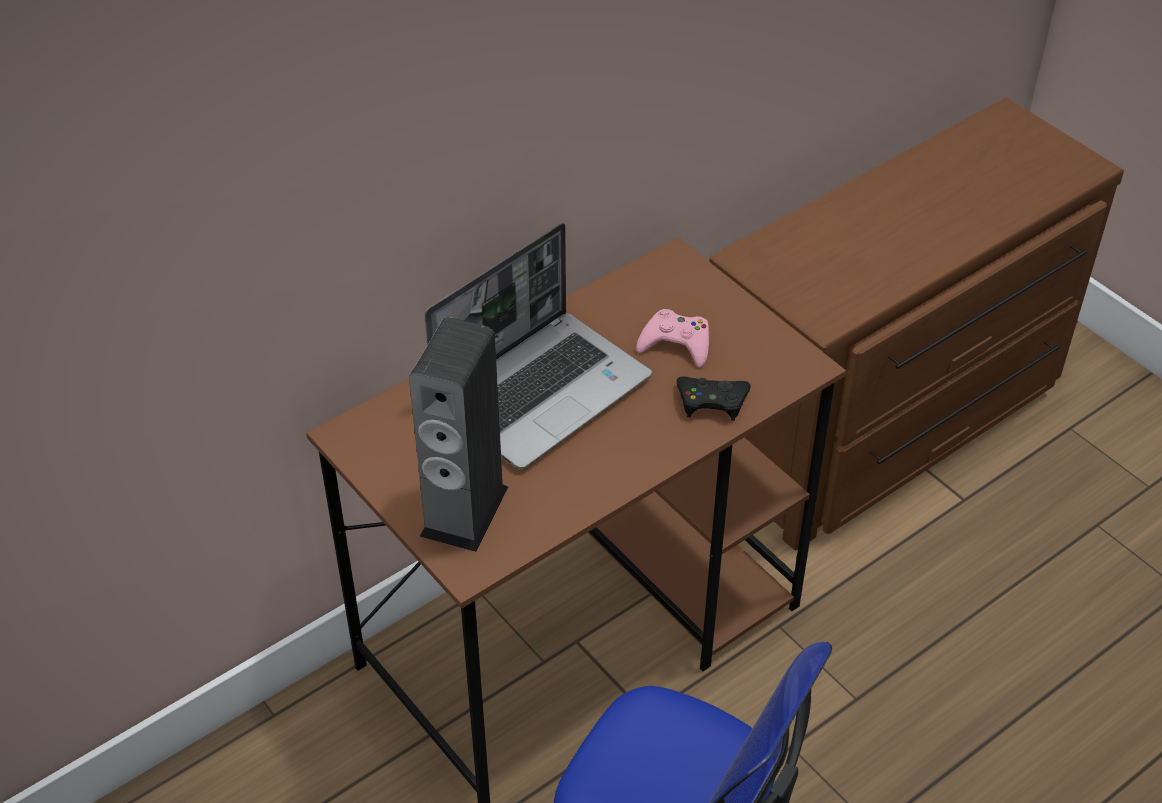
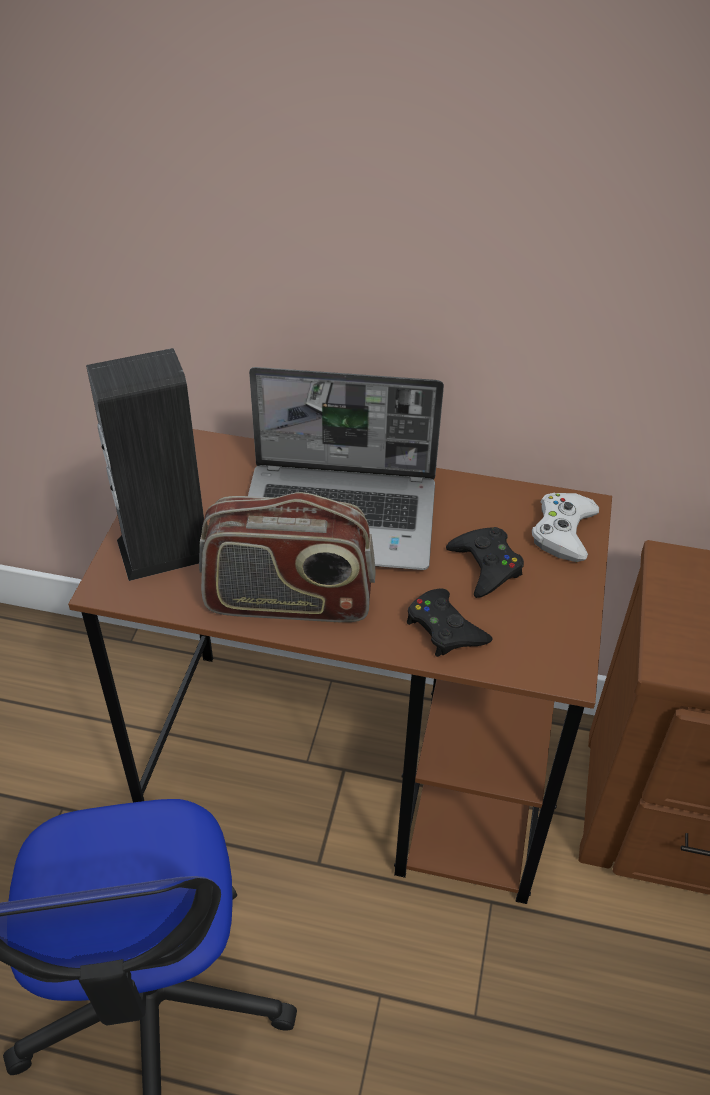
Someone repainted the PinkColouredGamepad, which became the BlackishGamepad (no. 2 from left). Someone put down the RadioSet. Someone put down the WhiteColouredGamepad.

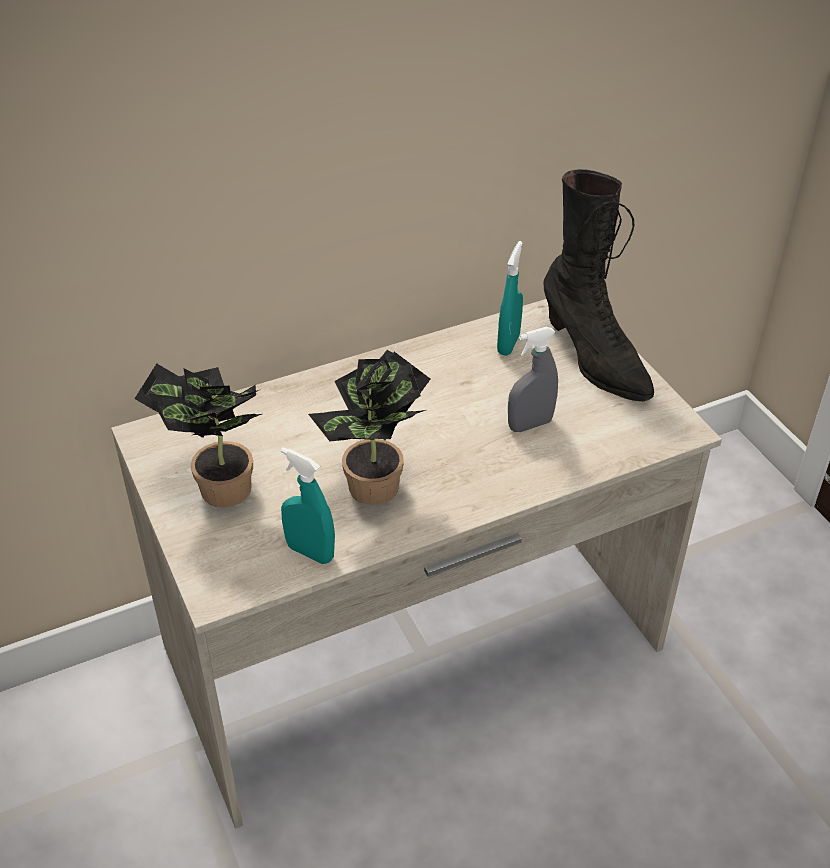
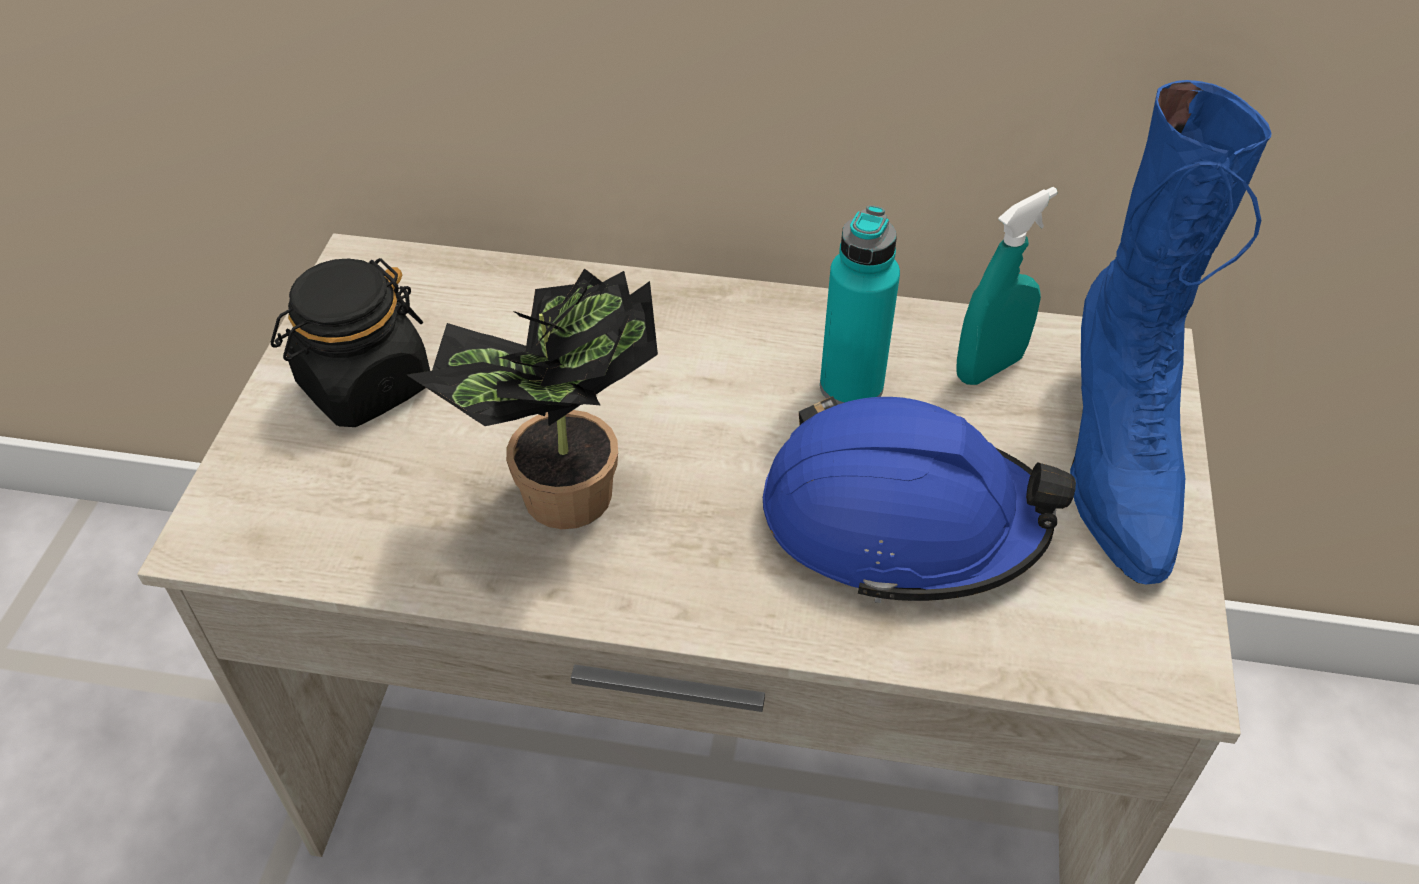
Someone swapped the PlantInAPot (no. 1 from left) for the BlackishPreserveJar. Someone took away the BlueGreenSprayBottle (no. 1 from left). Someone swapped the GreySprayBottle for the BlueWorkHelmet. Someone repainted the BlackishBoot, which became the BlueBoot. Someone put down the BlueGreenBottle.

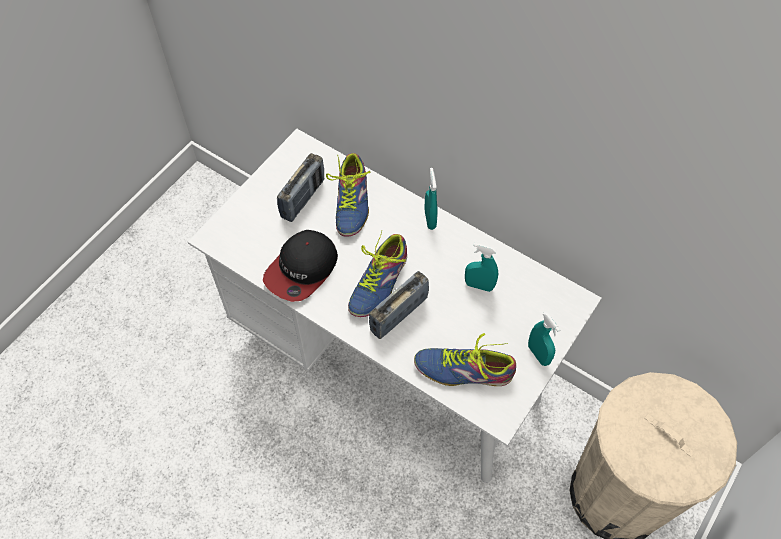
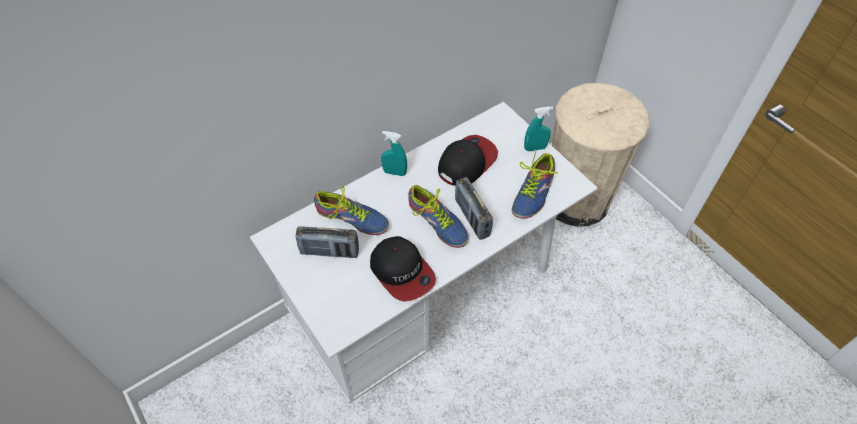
Someone rotated the RadioSet (no. 1 from left) by 135 degrees clockwise. Someone swapped the BlueGreenSprayBottle (no. 2 from left) for the PeakedCap (no. 2 from left).

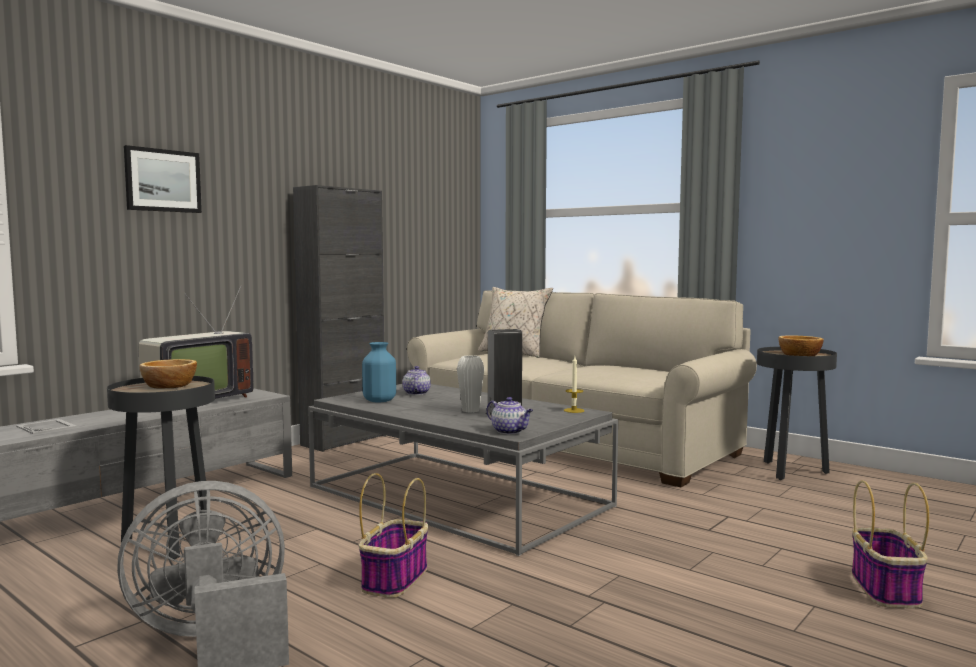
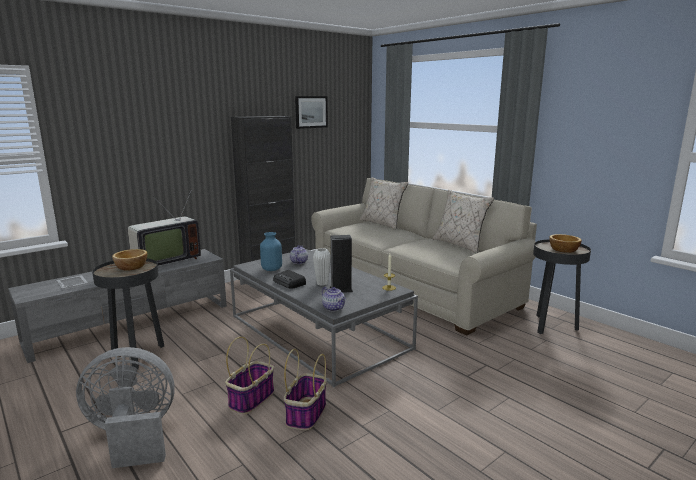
Someone carried the Picture. Someone carried the StorageBasket (no. 2 from left). Someone put down the RadioSet. Someone put down the BeigeColouredThrowPillow (no. 2 from left).

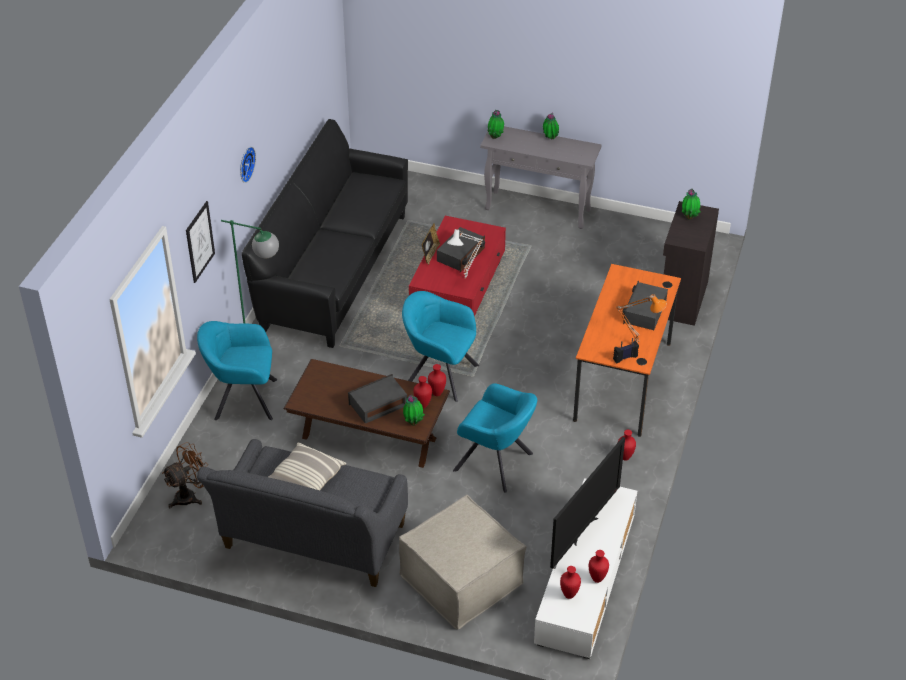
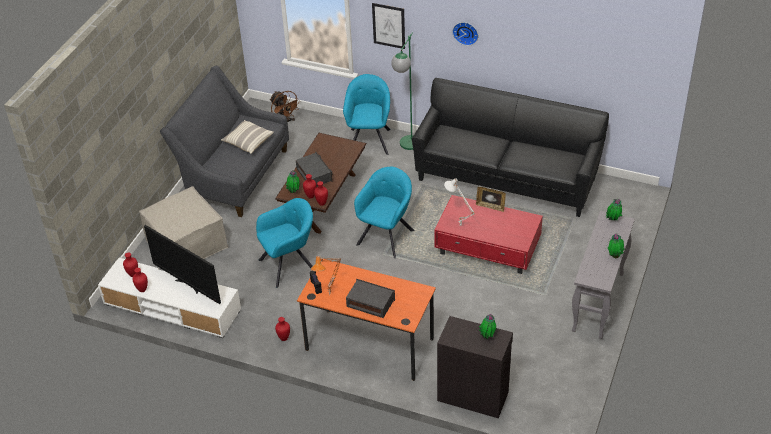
Someone took away the RadioSet (no. 2 from left). Someone rotated the BlueGreenArmchair (no. 3 from left in the first image) by 150 degrees counterclockwise.

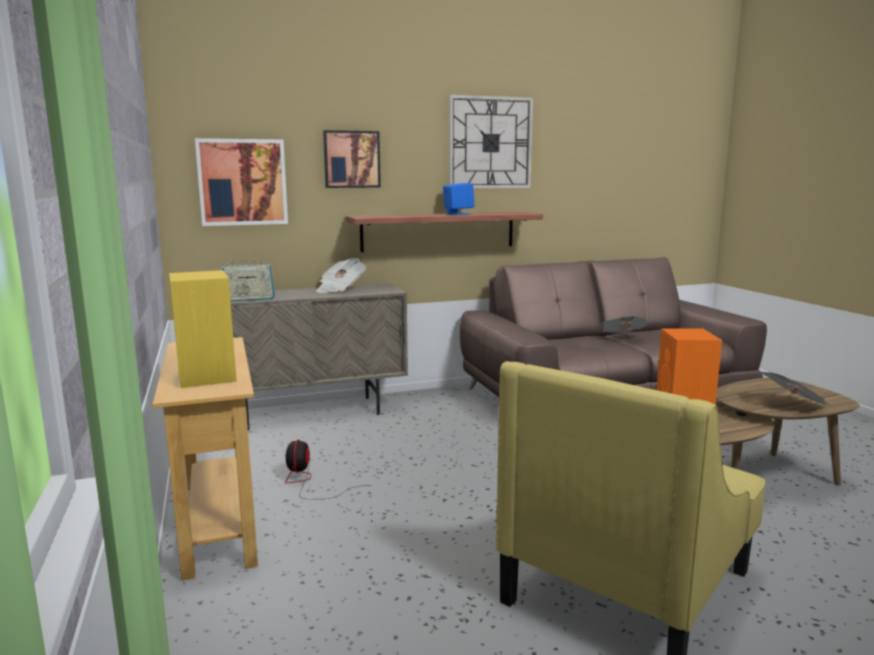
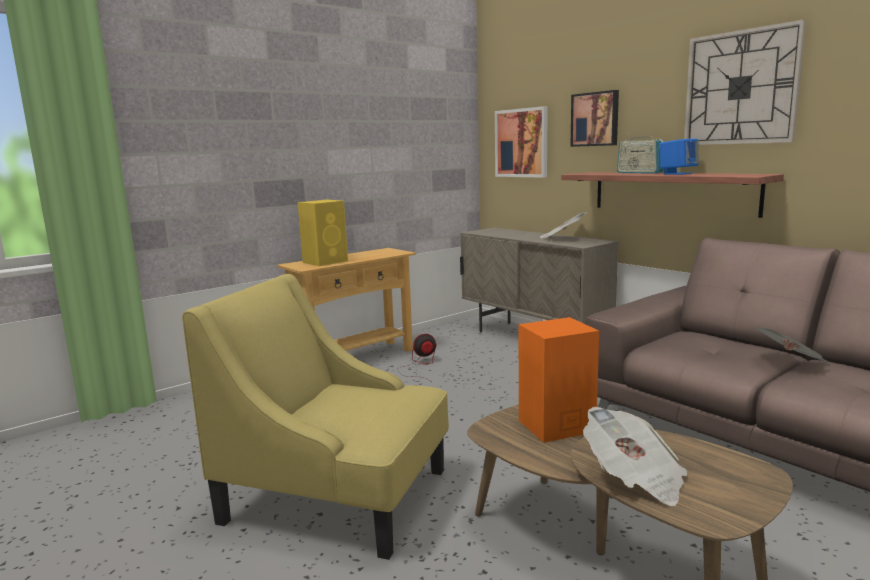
Someone carried the RadioSet.

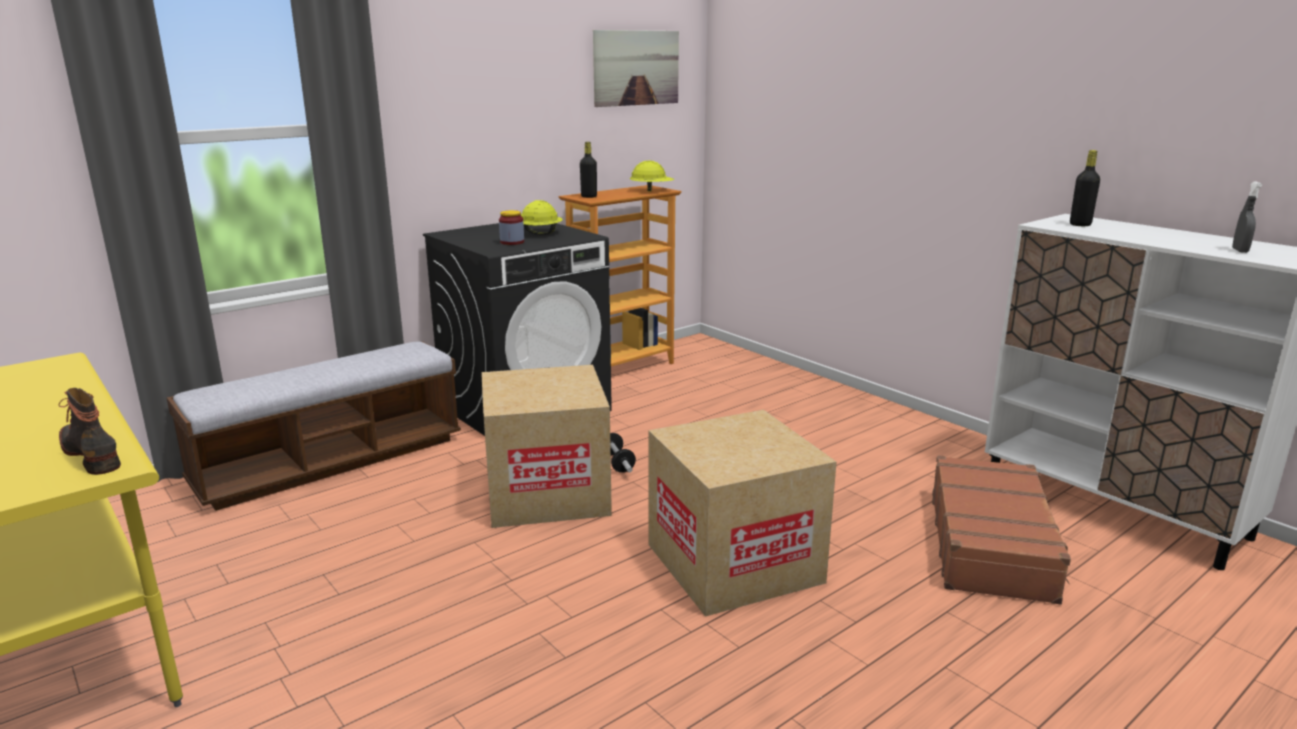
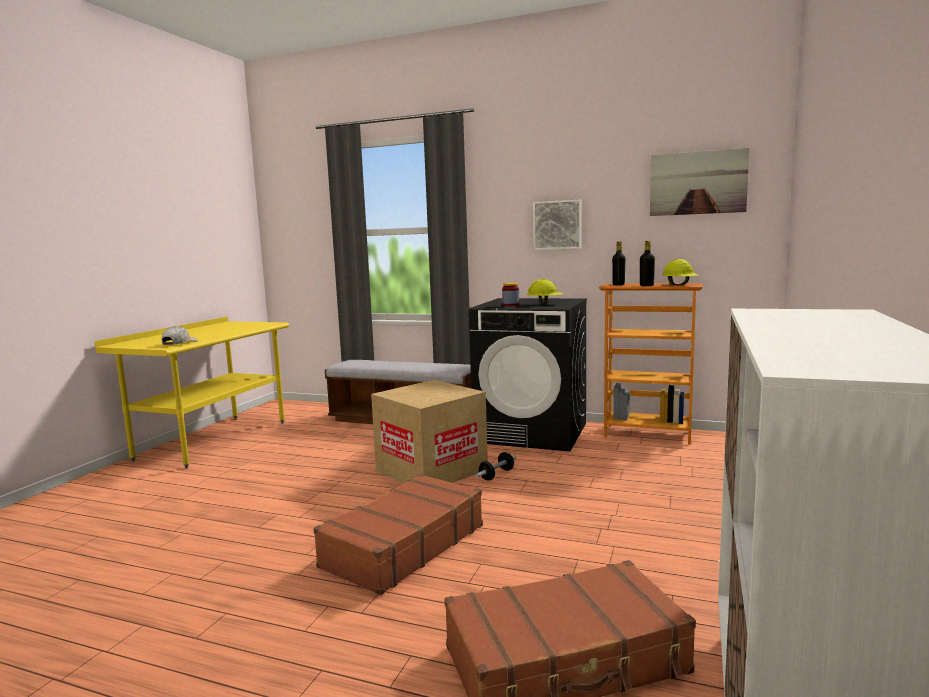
Someone swapped the Boot for the WhiteColouredPeakedCap. Someone swapped the Carton (no. 2 from left) for the BrownTravelCase (no. 1 from left). Someone carried the BlackishBottle (no. 2 from left). Someone took away the GreySprayBottle. Someone put up the Picture (no. 1 from left).

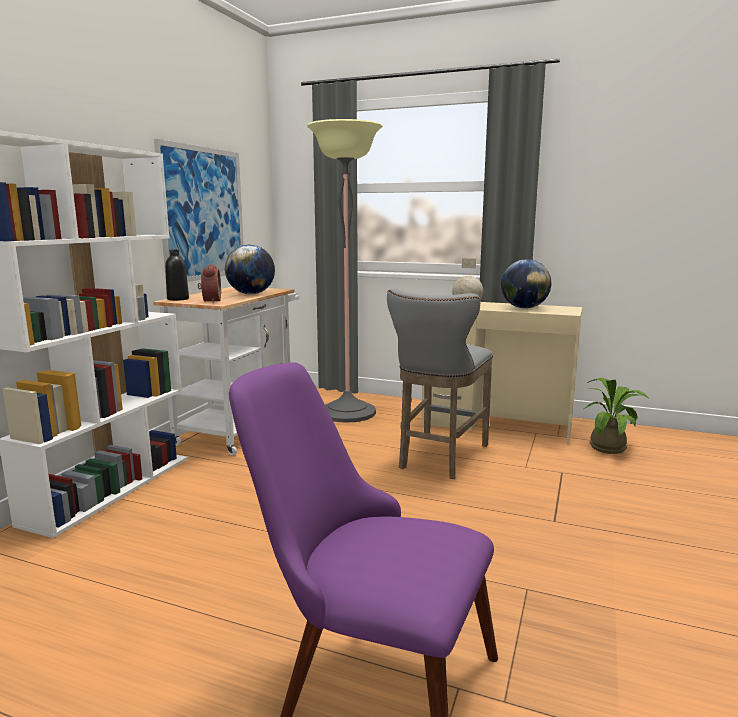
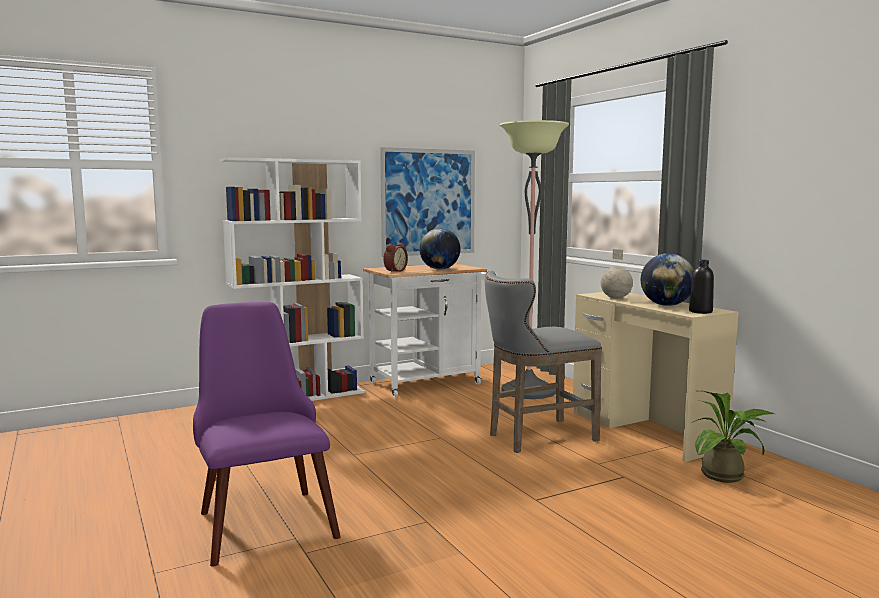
Someone carried the BlackishBottle.

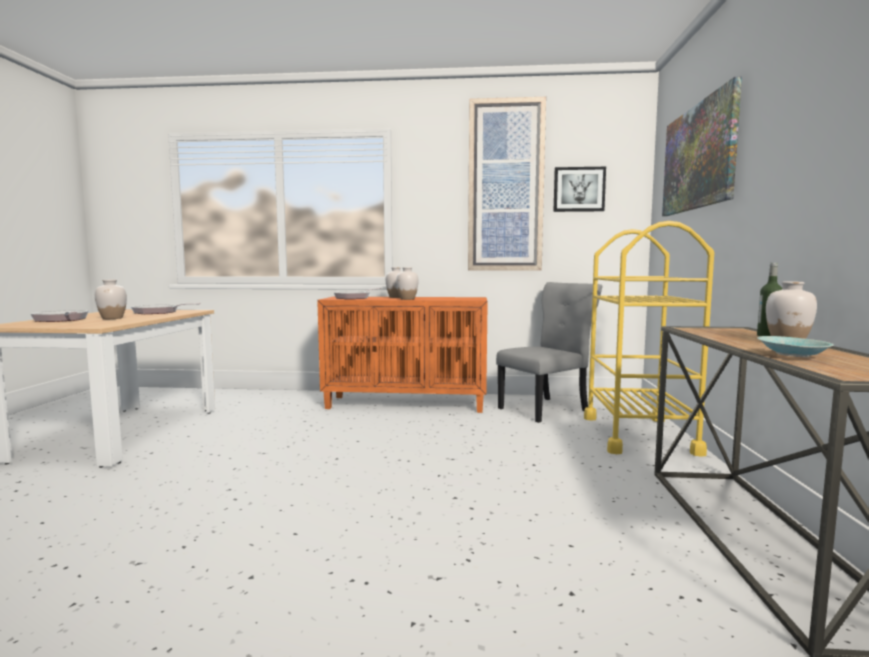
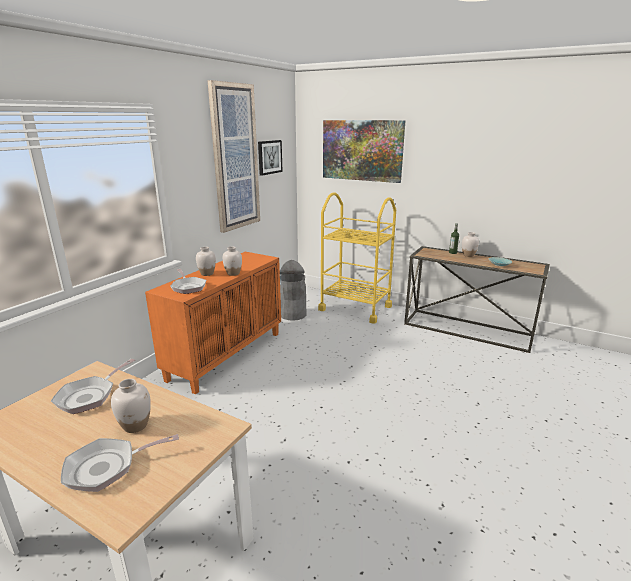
Someone swapped the GreyUprightChair for the GreyWasteBin.

